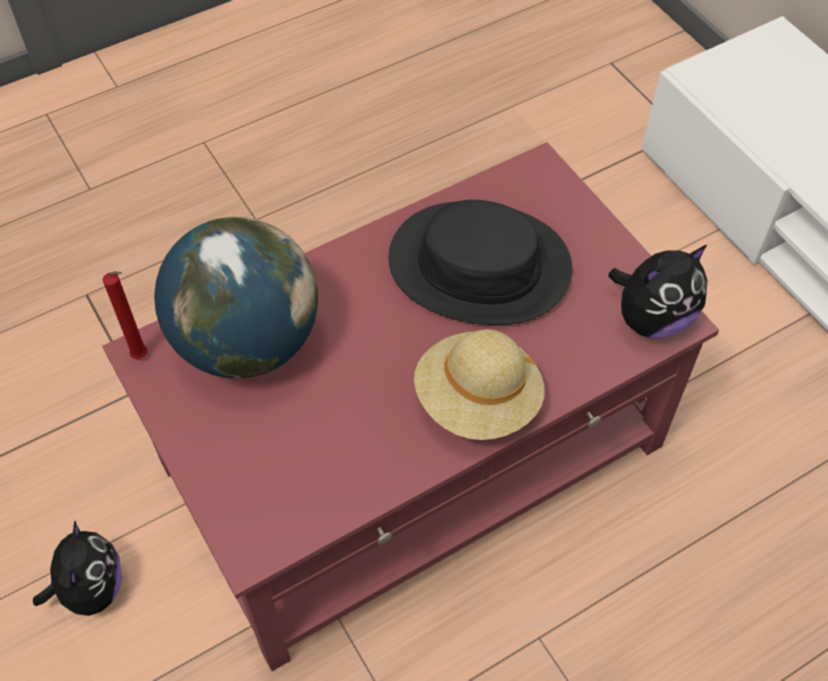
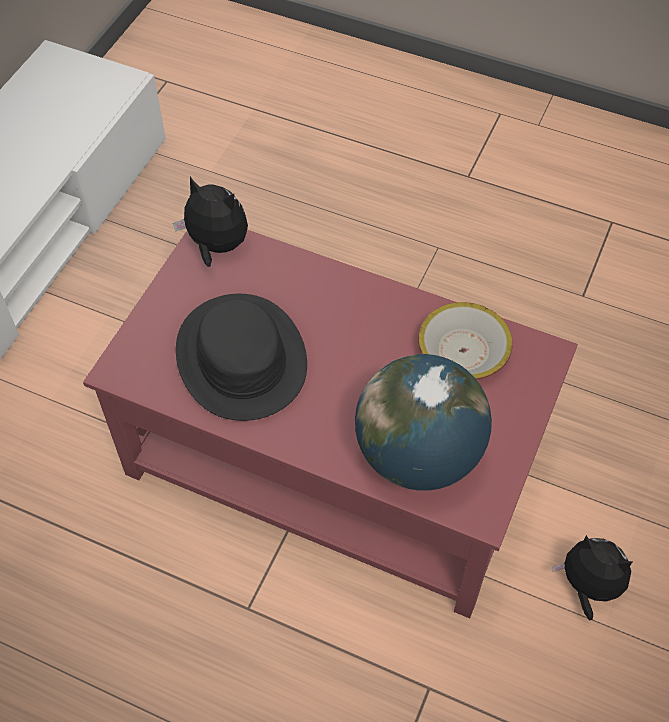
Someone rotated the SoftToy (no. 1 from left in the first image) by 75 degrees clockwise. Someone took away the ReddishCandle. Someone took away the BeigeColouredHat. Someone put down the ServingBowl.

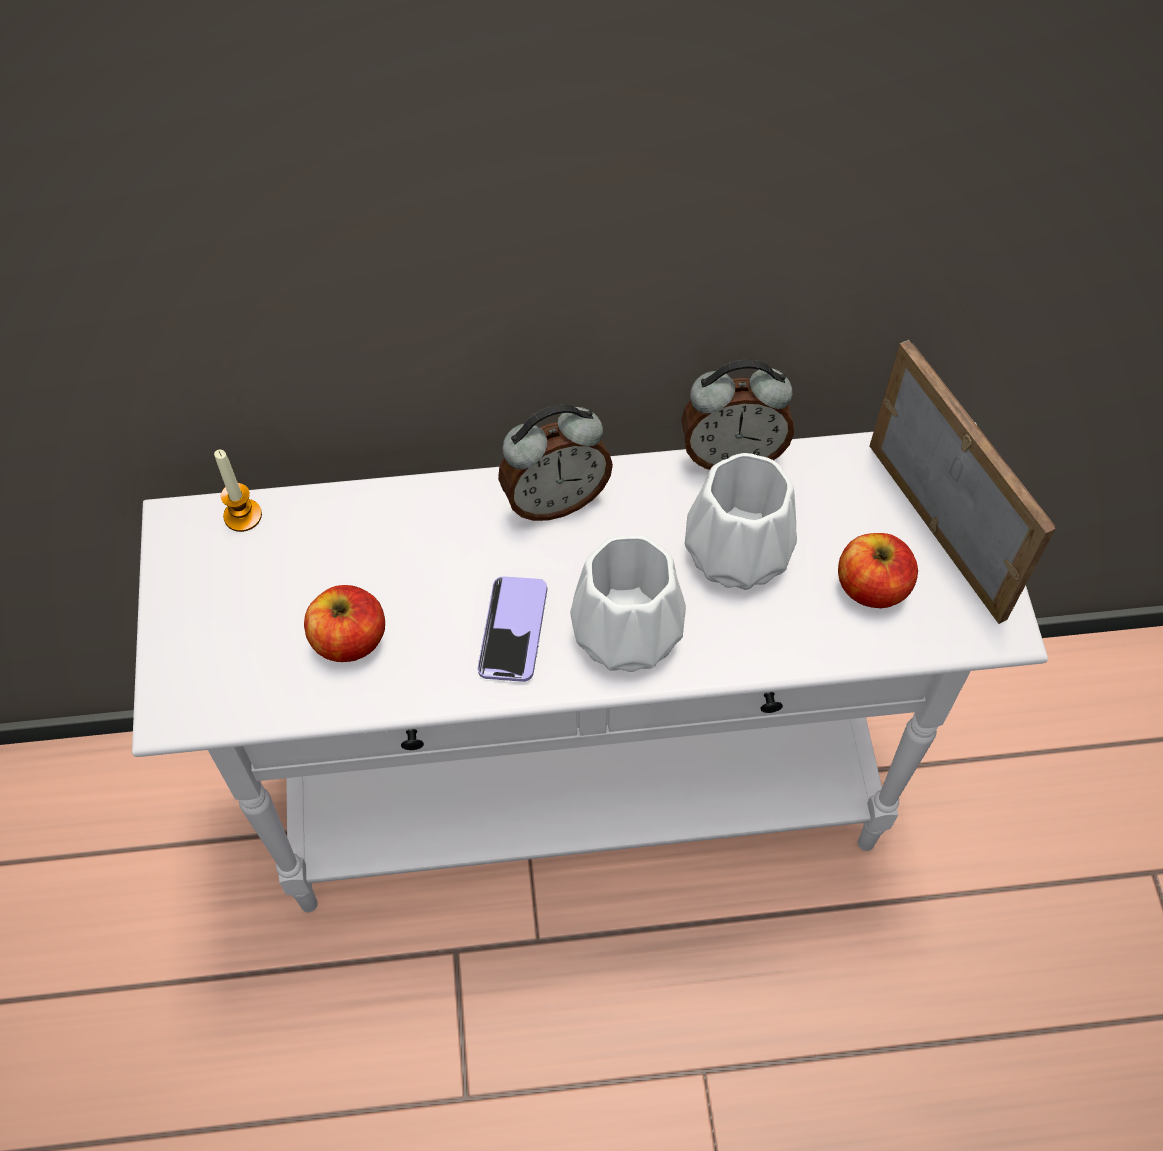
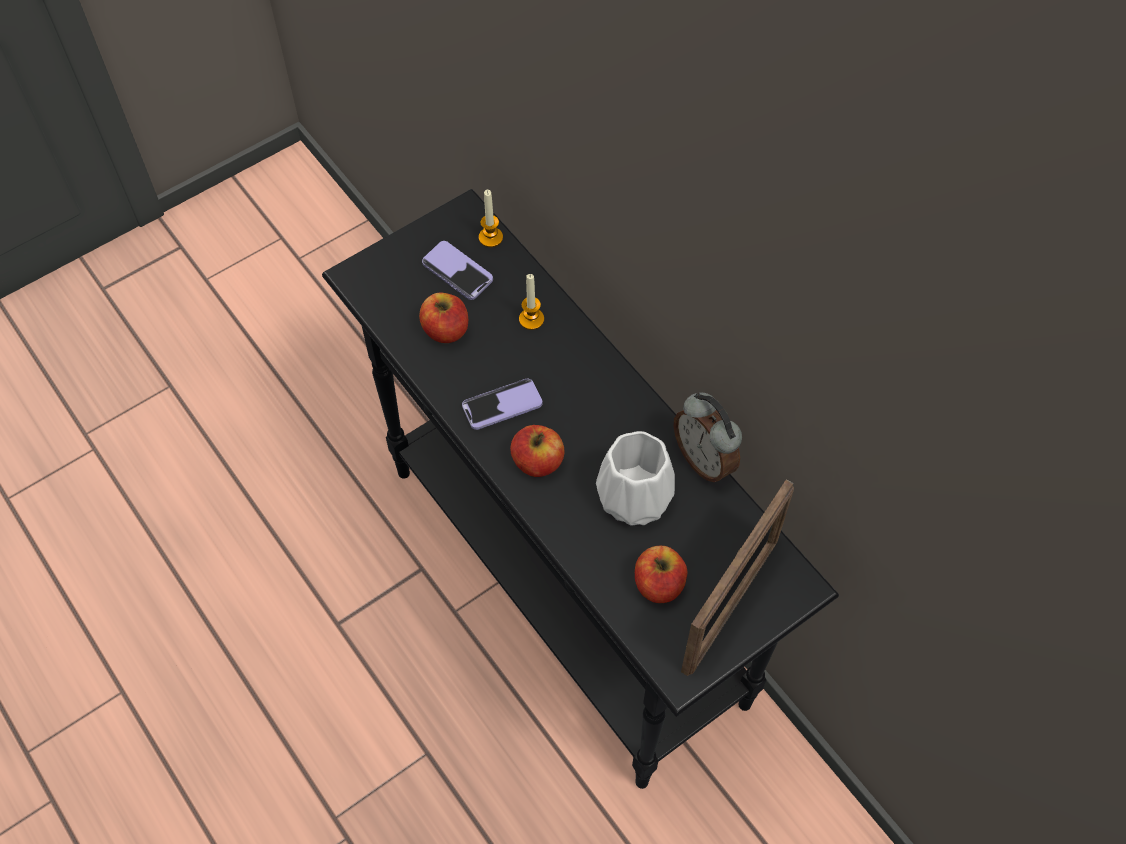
Someone repainted the WhiteColouredConsoleTable, which became the BlackishConsoleTable. Someone took away the AlarmClock (no. 1 from left). Someone swapped the WhiteColouredVase (no. 1 from left) for the WholeApple (no. 2 from left). Someone put down the Phone (no. 1 from left). Someone put down the Candle (no. 2 from left).

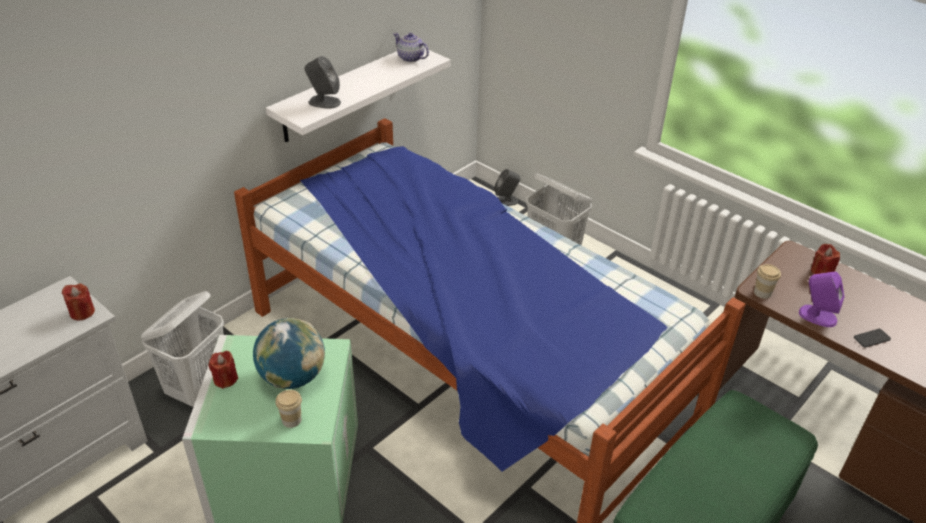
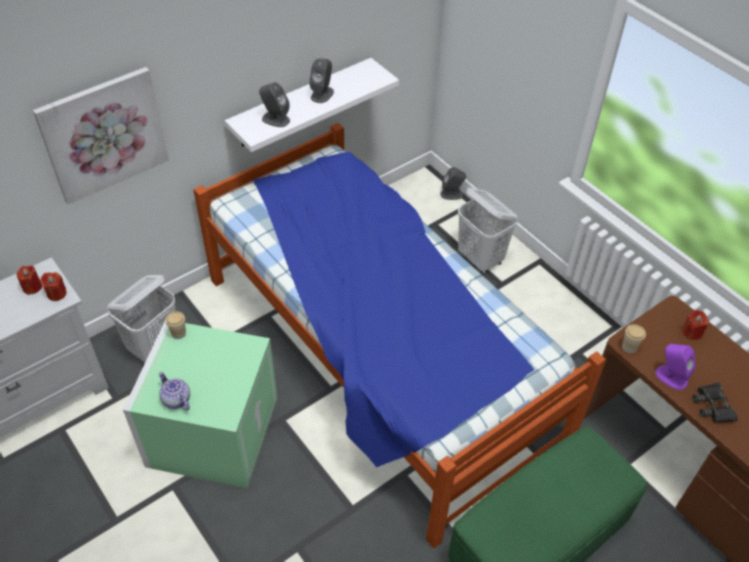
Someone carried the ReddishCandle (no. 2 from left in the first image). Someone took away the WorldGlobe. Someone carried the DrinkingCup (no. 1 from left). Someone carried the PotForTea. Someone swapped the Phone for the BlackishFieldGlasses. Someone put up the Picture. Someone put down the GreyLoudspeaker (no. 2 from left).

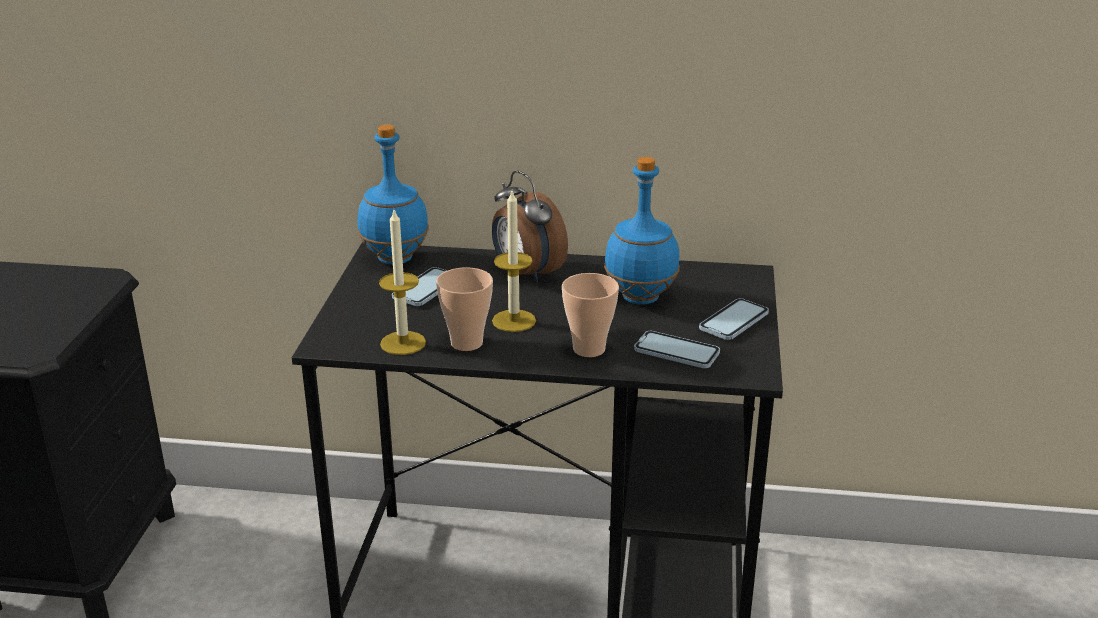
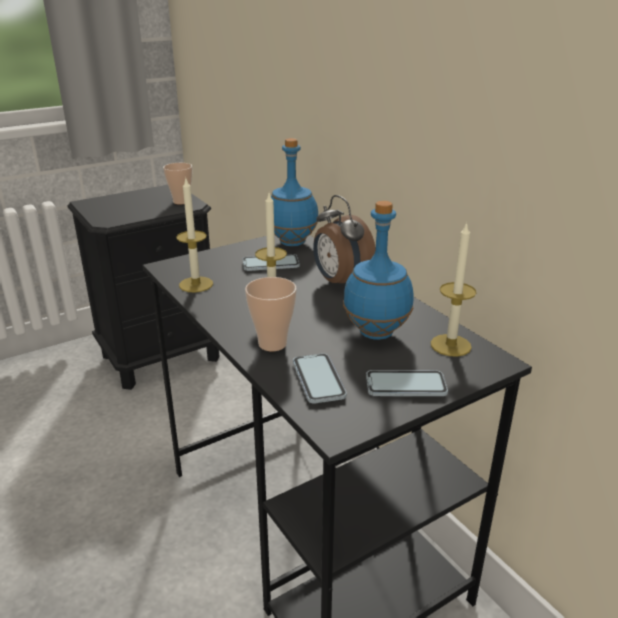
Someone carried the DrinkingCup (no. 1 from left). Someone rotated the AlarmClock by 45 degrees counterclockwise. Someone put down the Candle (no. 3 from left).

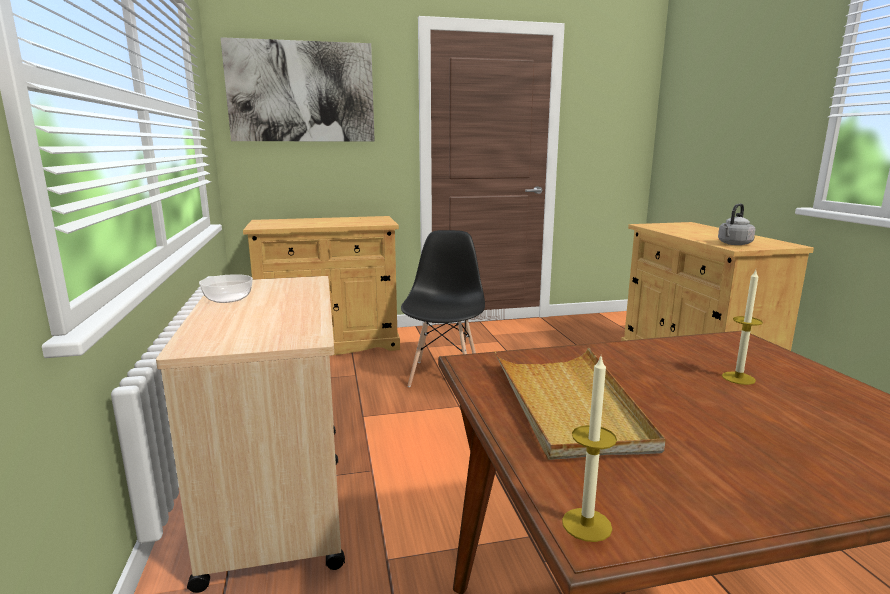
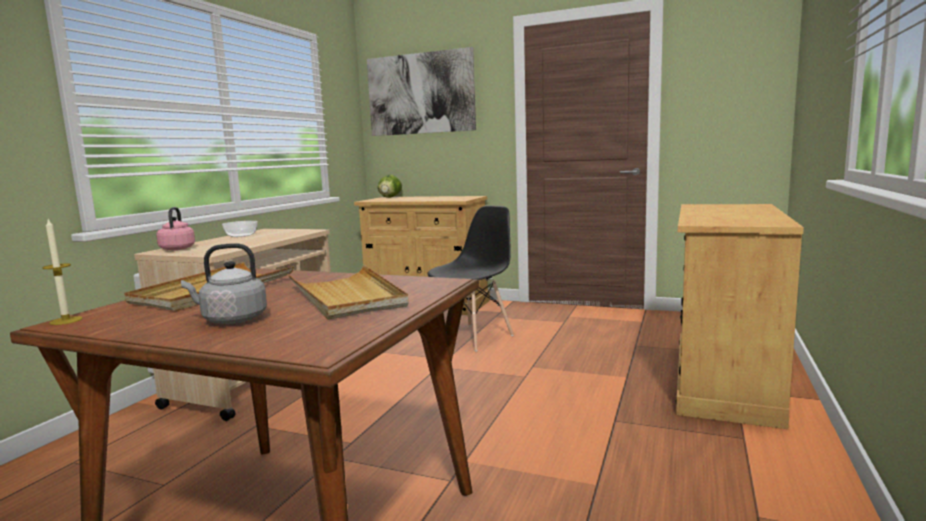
Someone carried the GreyTeaKettle. Someone swapped the Candle (no. 2 from left) for the BeigeColouredTray (no. 2 from left). Someone put down the PinkColouredTeaKettle. Someone put down the Lettuce.

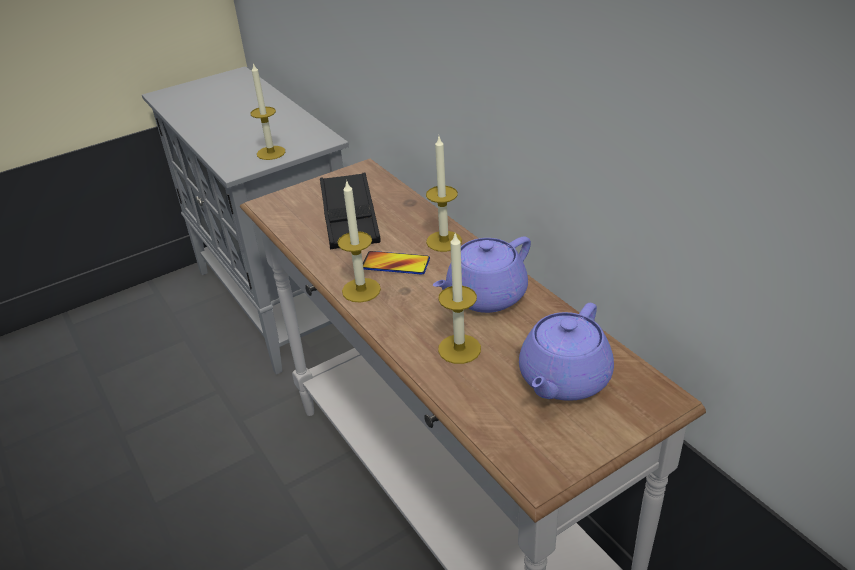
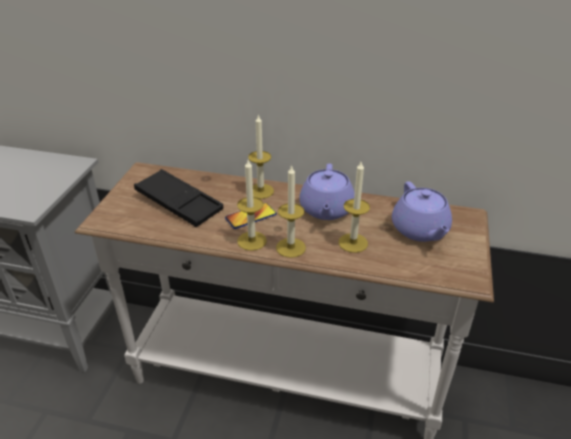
Someone carried the Candle (no. 1 from left in the first image).

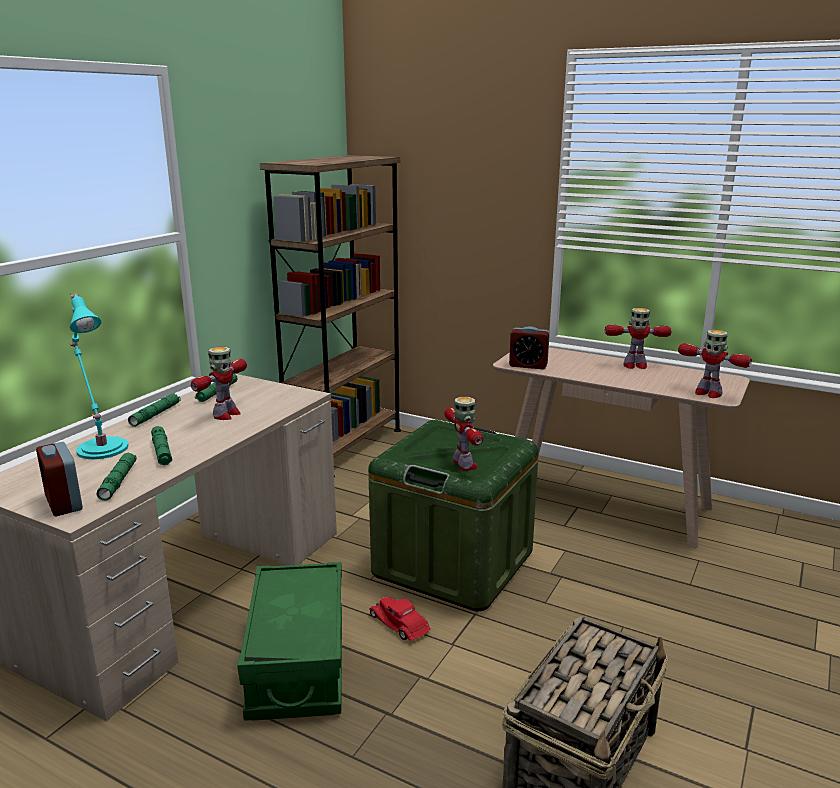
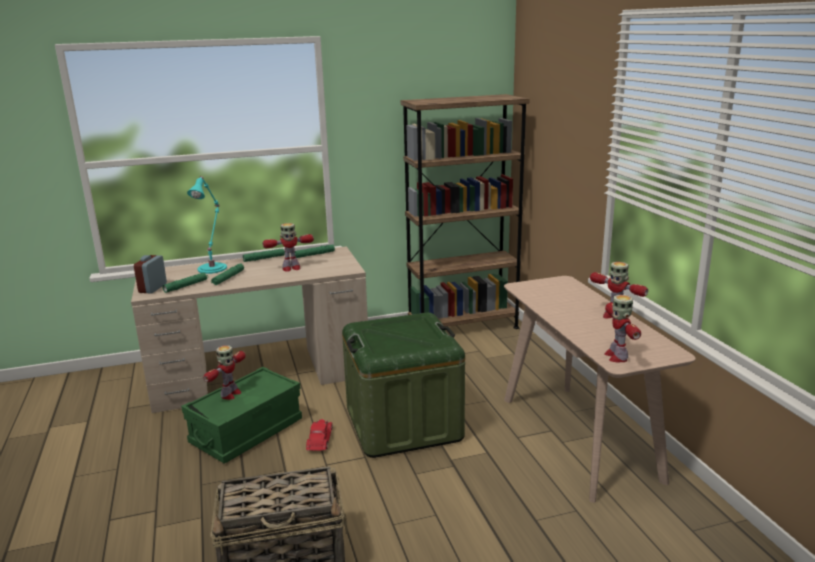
Someone carried the ToyRobot (no. 2 from left in the first image). Someone took away the AlarmClock (no. 2 from left).

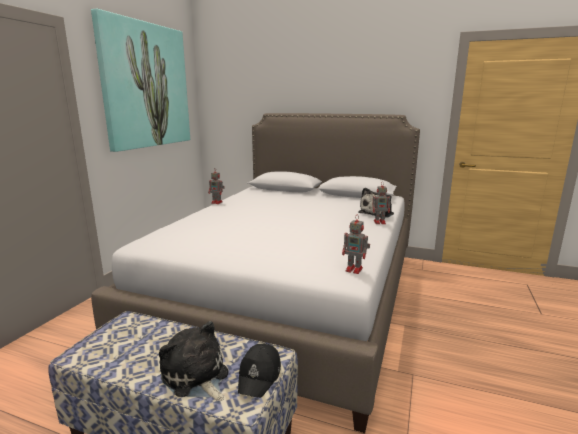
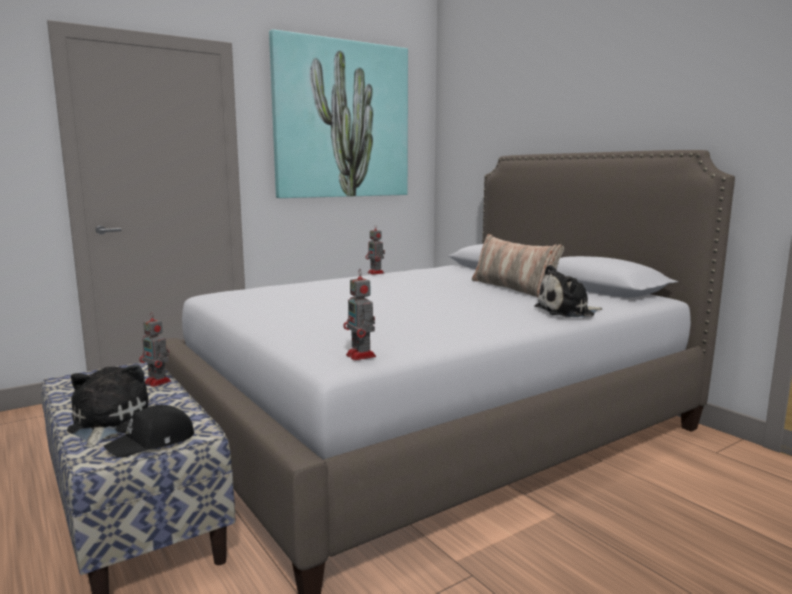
Someone carried the ToyRobot (no. 3 from left in the first image). Someone put down the ThrowPillow.

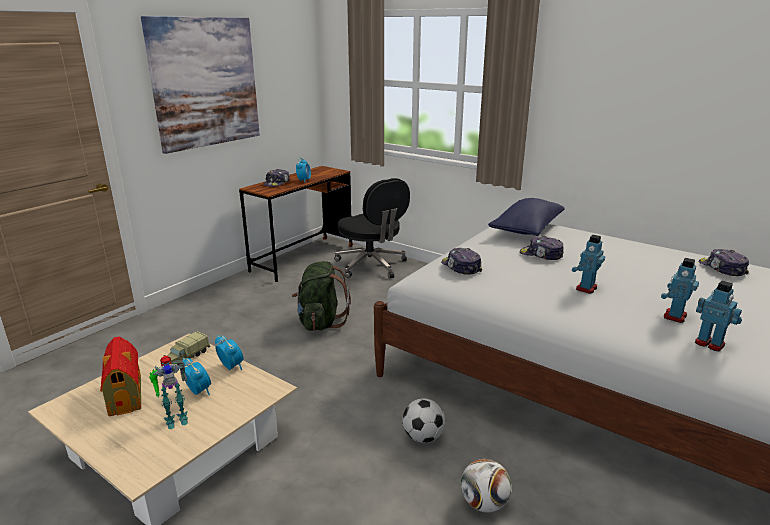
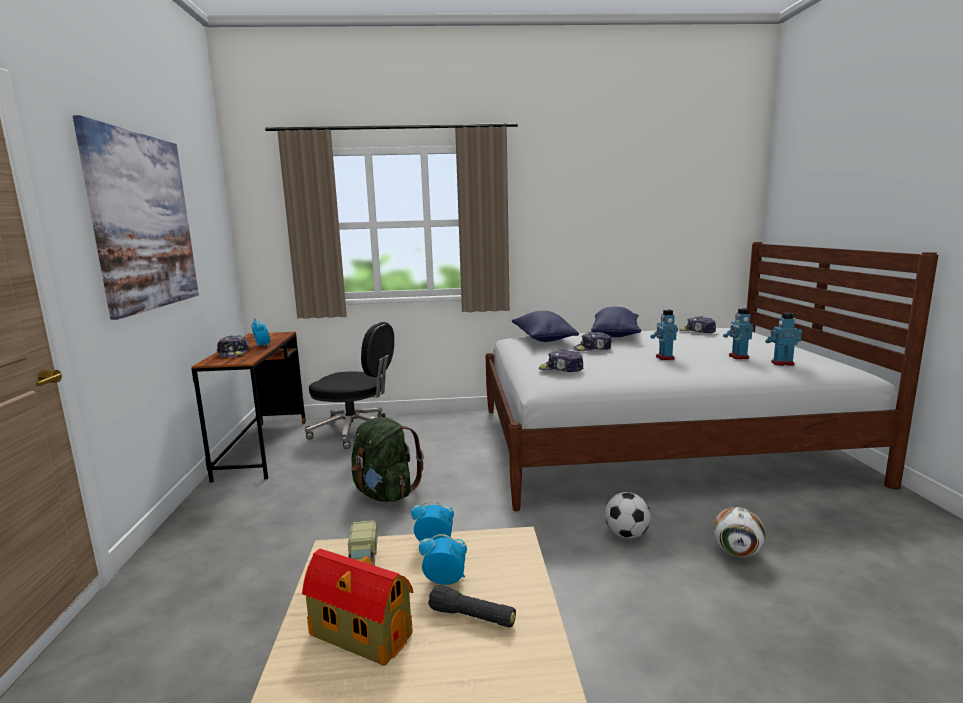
Someone swapped the ToyRobot (no. 1 from left) for the BlackishTorch. Someone put down the BlueThrowPillow (no. 2 from left).

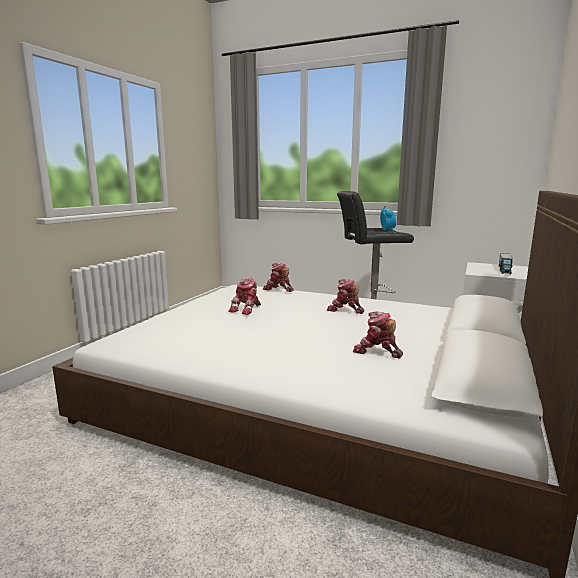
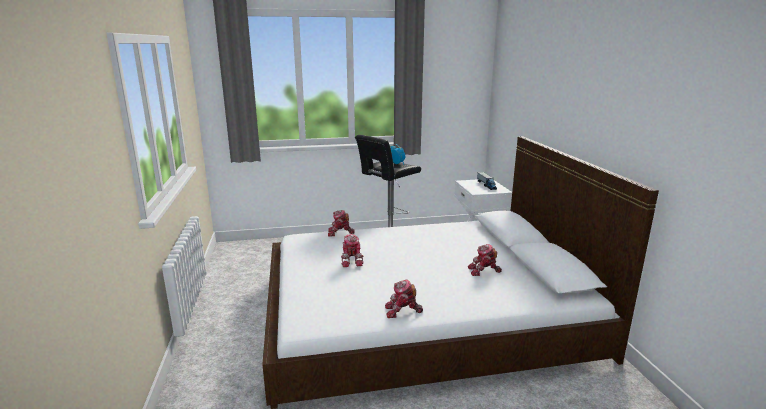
Someone carried the ToyRobot (no. 3 from left).

